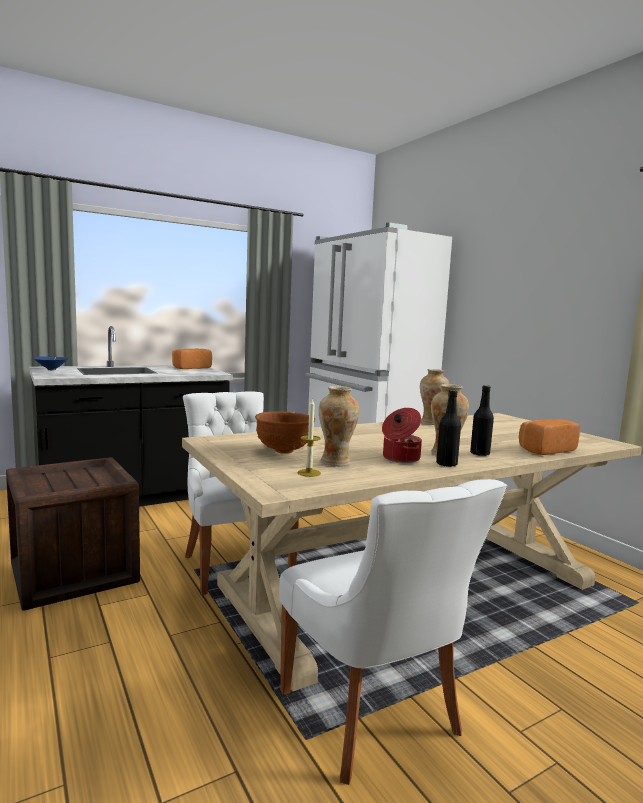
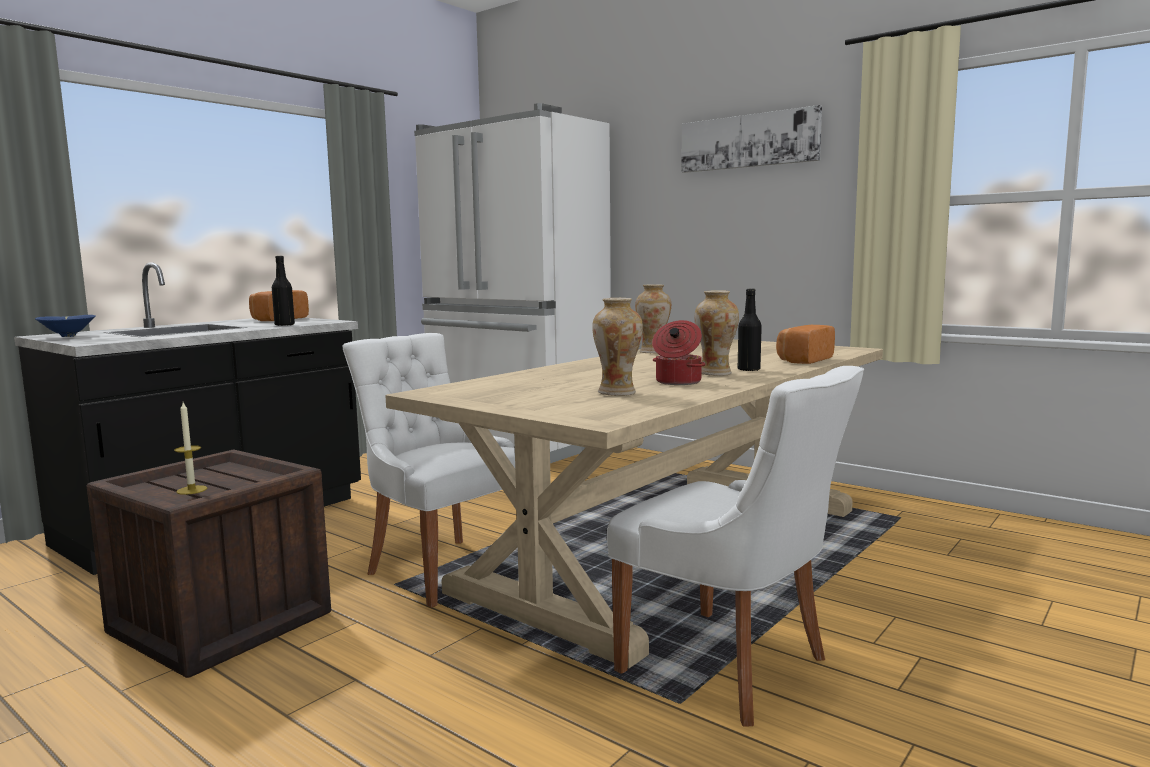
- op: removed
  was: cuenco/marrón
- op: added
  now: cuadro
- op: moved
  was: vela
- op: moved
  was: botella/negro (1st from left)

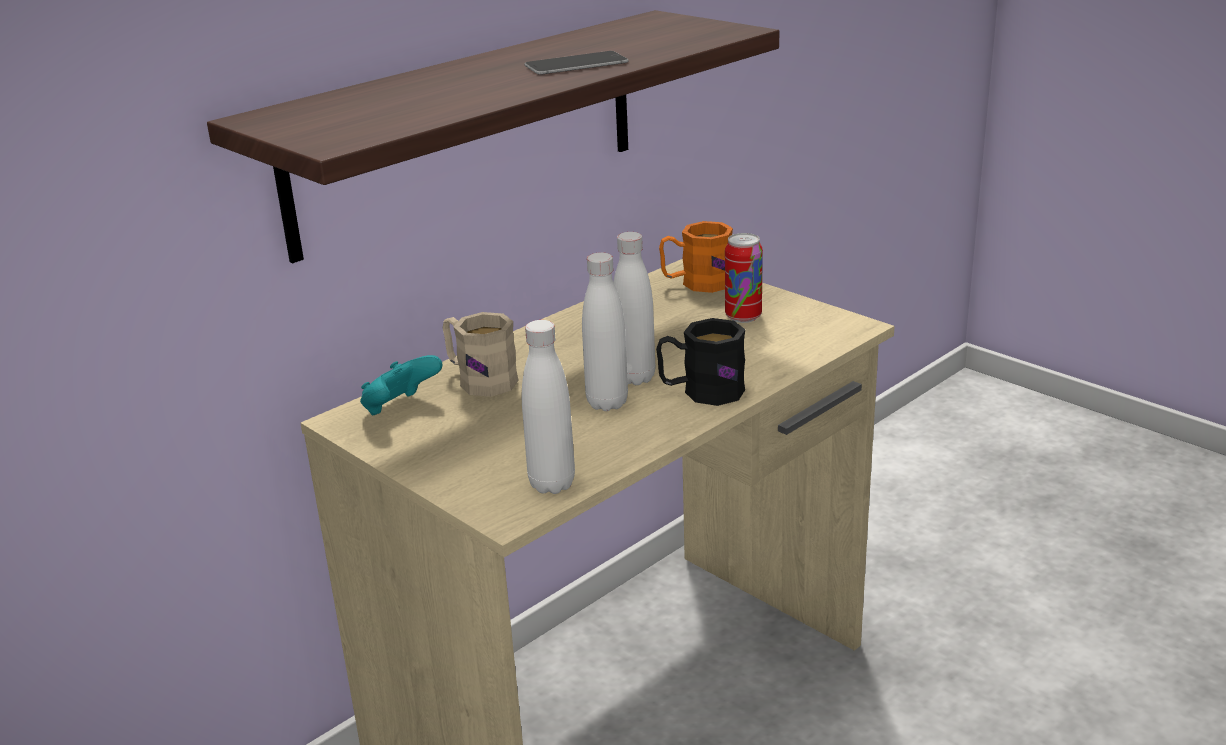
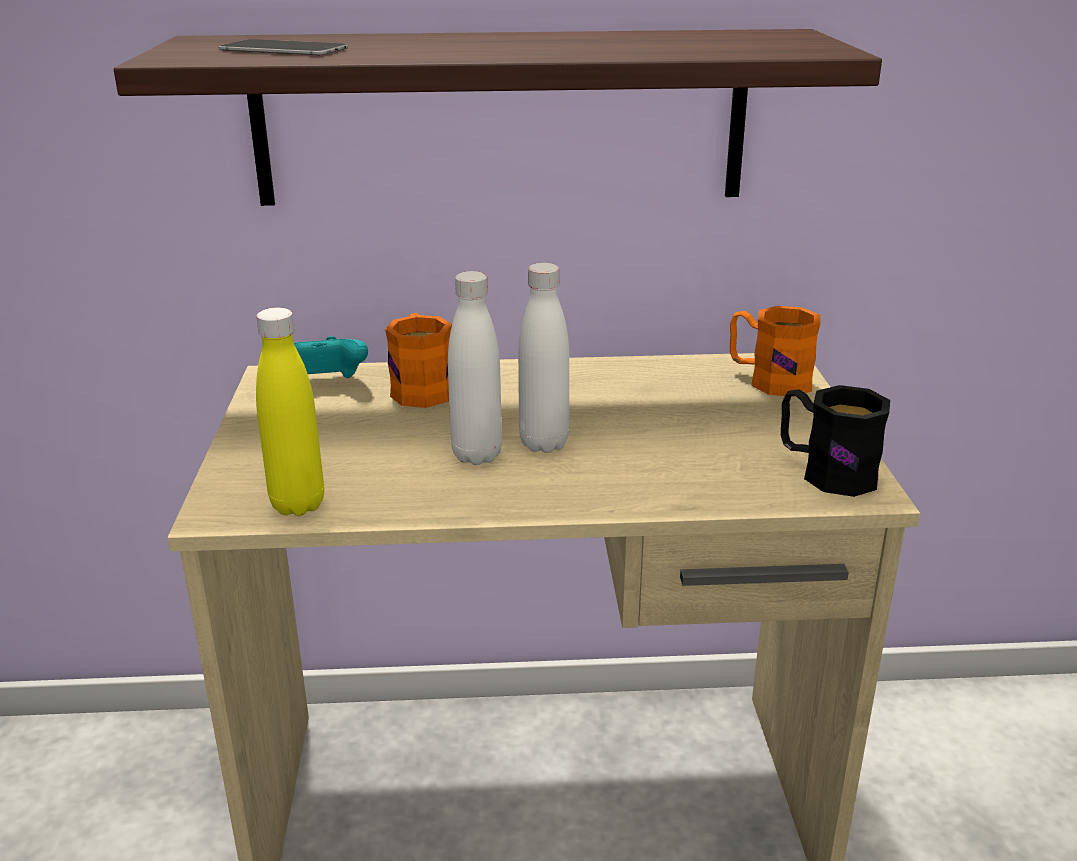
- op: removed
  was: lata
- op: moved
  was: móvil
- op: moved
  was: taza grande/negro
- op: recoloured
  was: taza grande/beis
  now: taza grande/naranja (1st from left)
- op: recoloured
  was: botella/blanco (1st from left)
  now: botella/amarillo

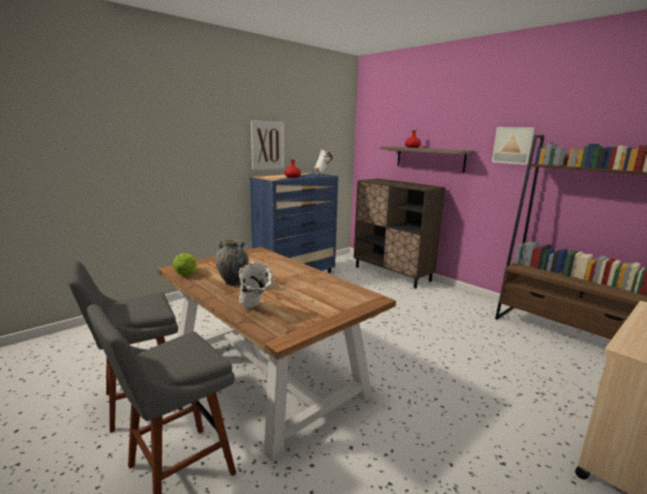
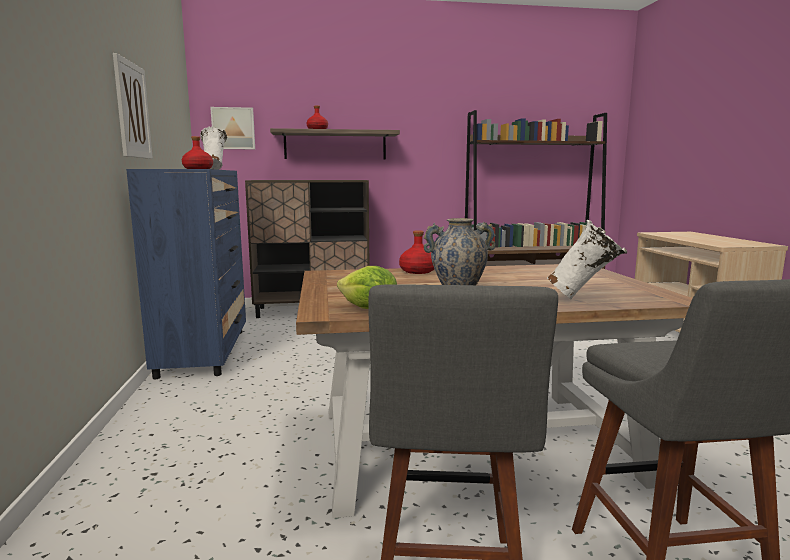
- op: added
  now: botella/rojo (3rd from left)
- op: moved
  was: cuadro (2nd from left)

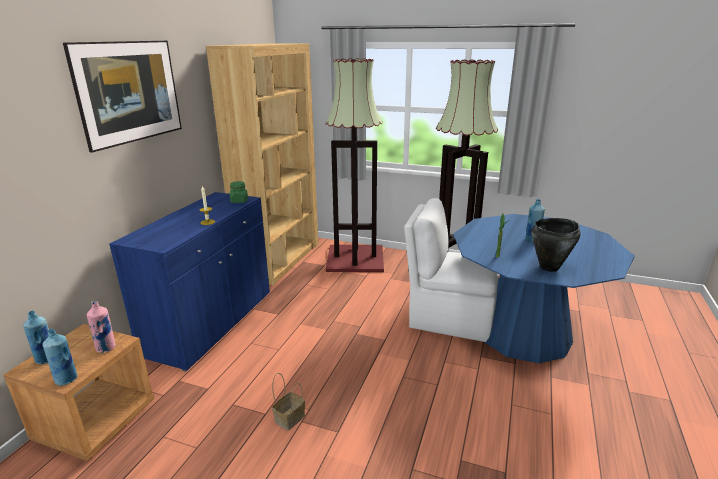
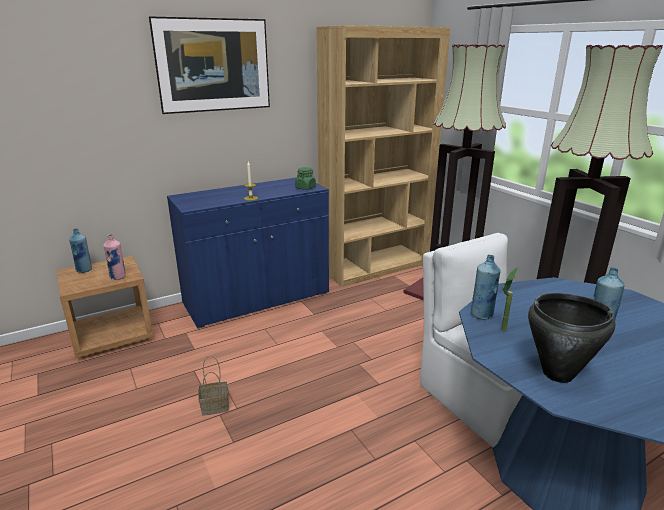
- op: moved
  was: botella/azul (2nd from left)

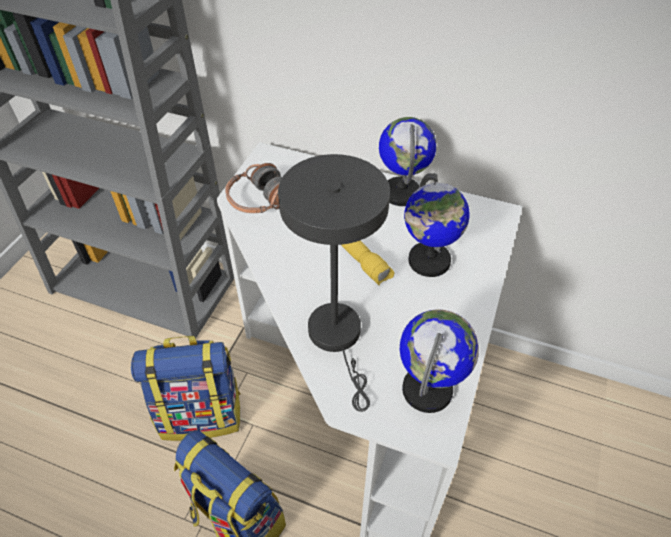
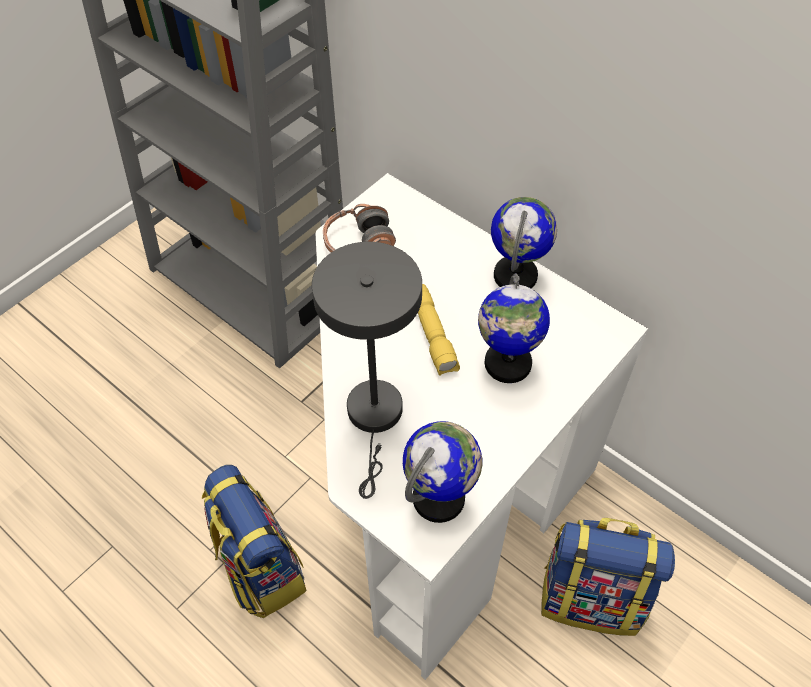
- op: moved
  was: mochila (1st from left in the first image)
  now: mochila (2nd from left)

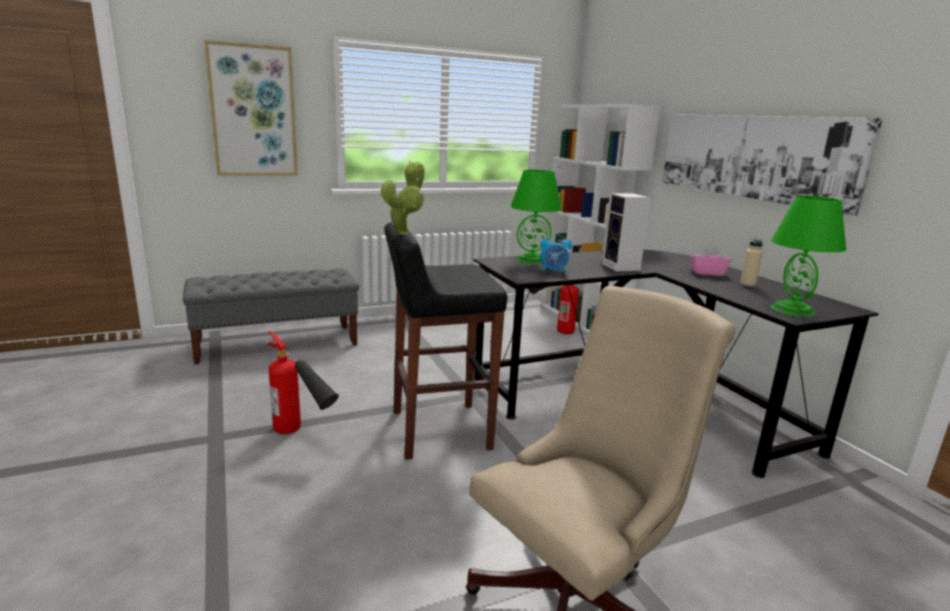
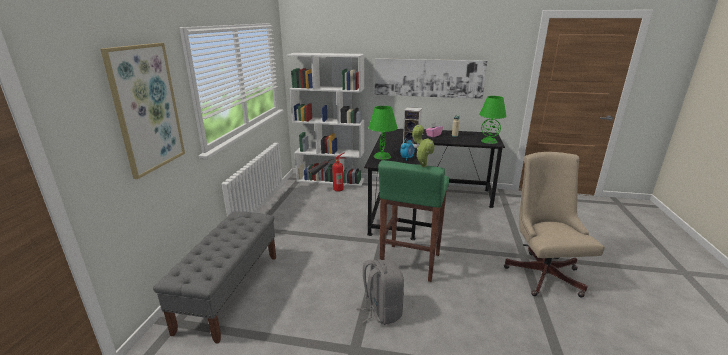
- op: replaced
  was: extintor (1st from left)
  now: mochila/gris
- op: recoloured
  was: taburete/negro
  now: taburete/verde

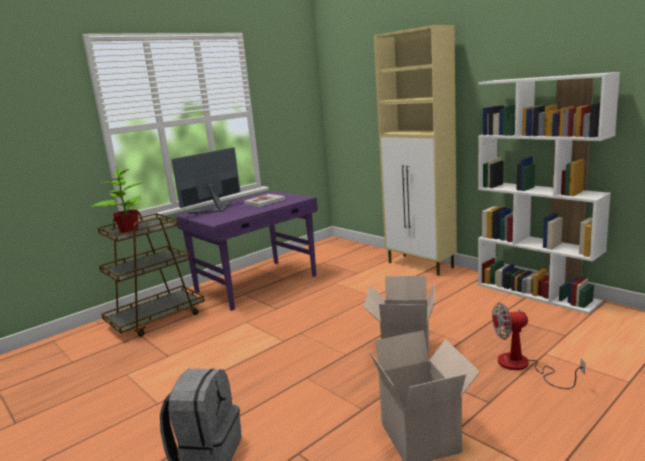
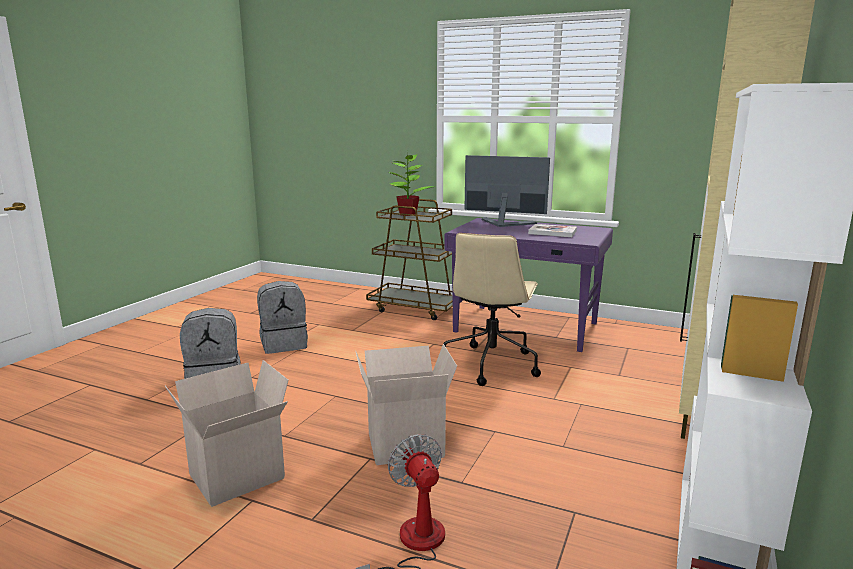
- op: added
  now: mochila/gris (2nd from left)
- op: added
  now: silla de oficina/beis

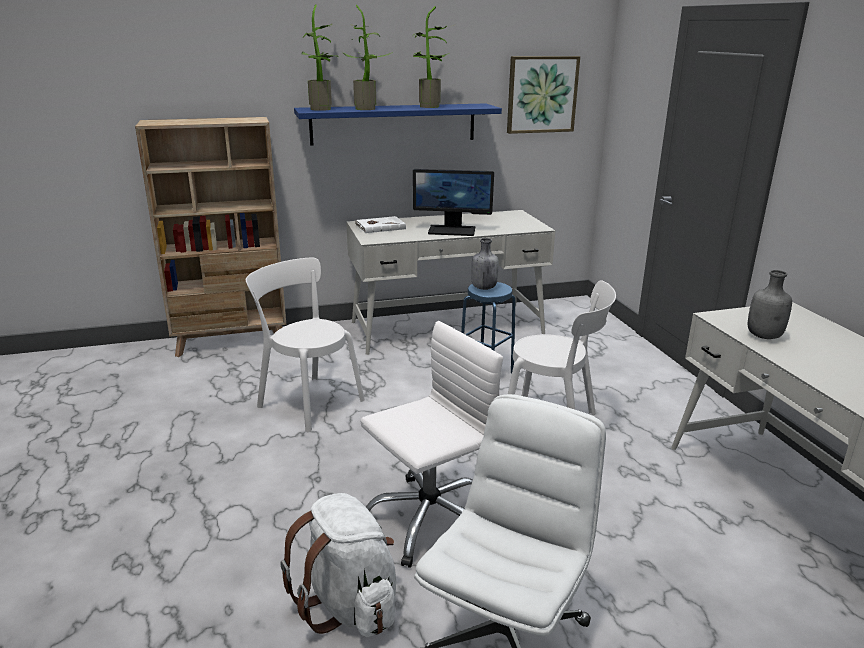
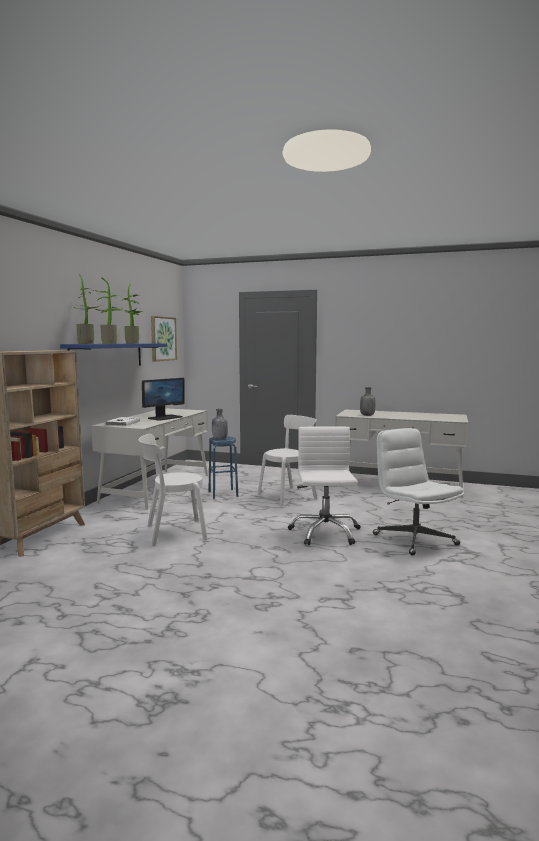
- op: removed
  was: mochila/blanco

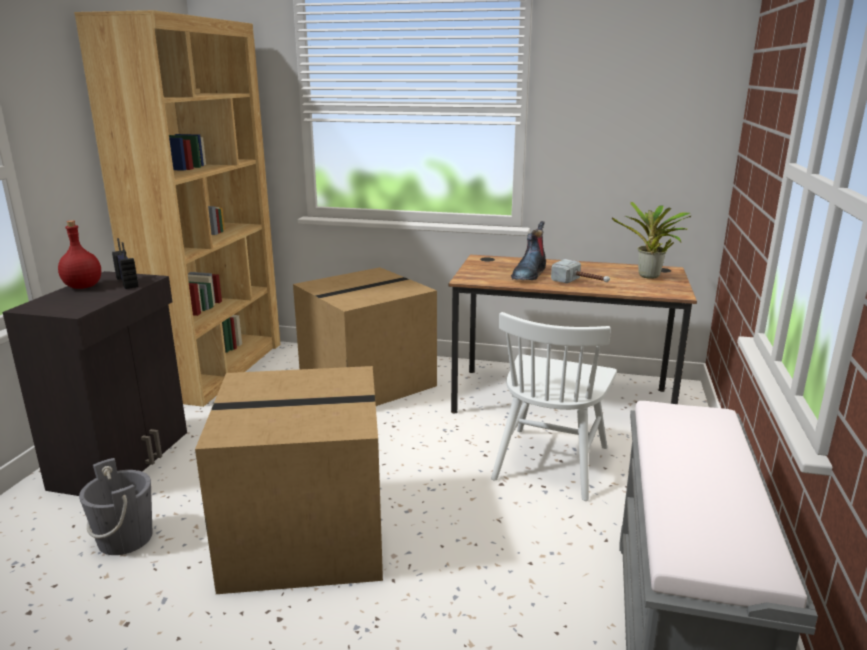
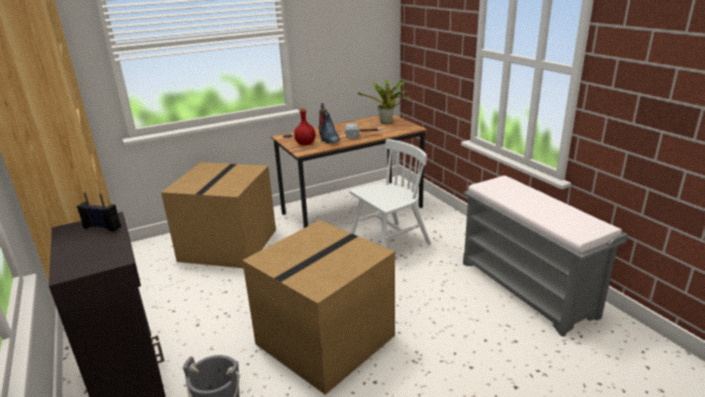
- op: moved
  was: botella/rojo
- op: turned
  was: silla/blanco
  clockwise: -105

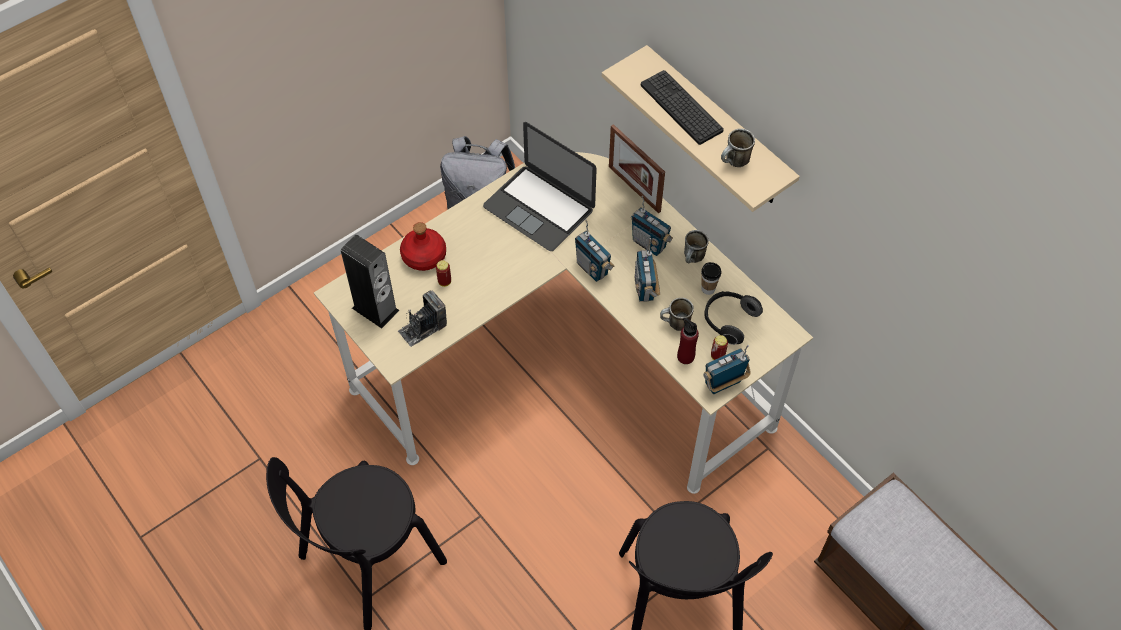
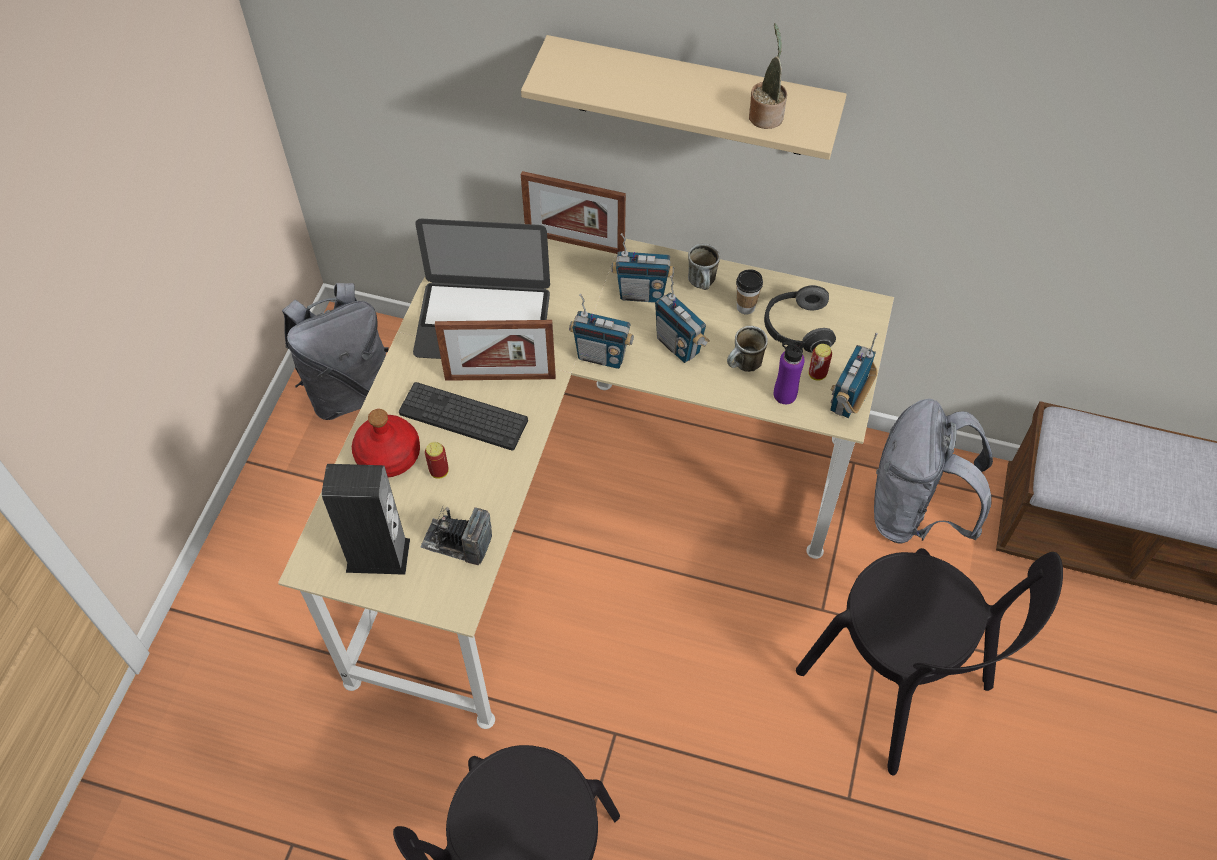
- op: added
  now: portarretratos (1st from left)
- op: added
  now: mochila/gris (2nd from left)
- op: moved
  was: teclado
- op: replaced
  was: taza grande (3rd from left)
  now: planta en maceta
- op: recoloured
  was: botella/rojo (2nd from left)
  now: botella/morado
- op: turned
  was: cámara
  clockwise: 90

